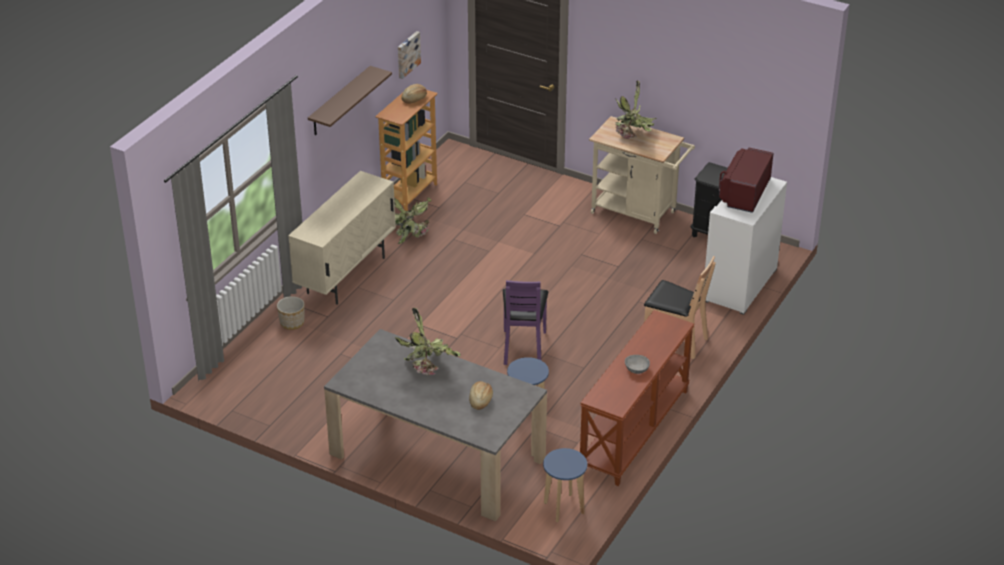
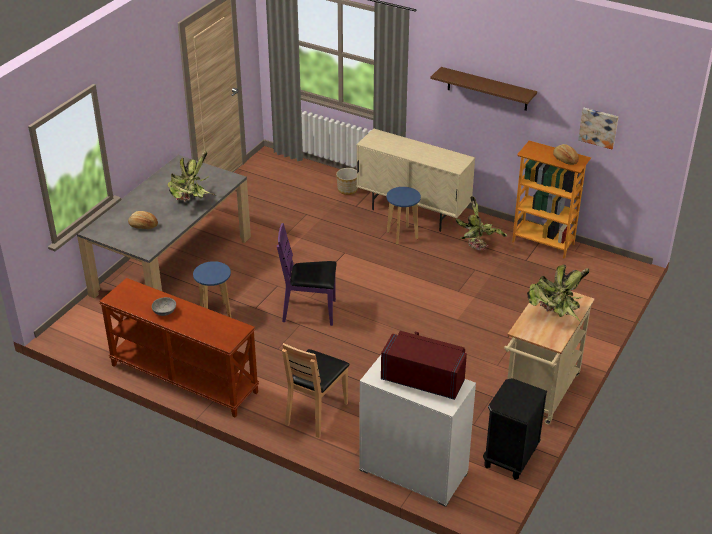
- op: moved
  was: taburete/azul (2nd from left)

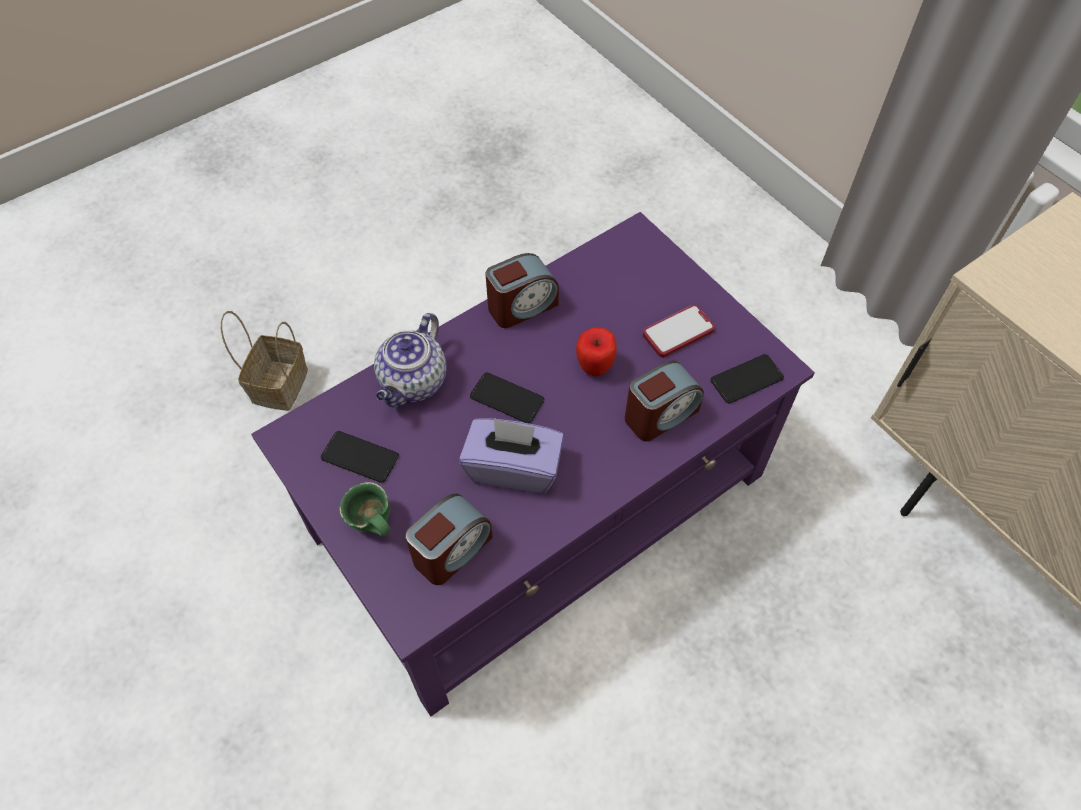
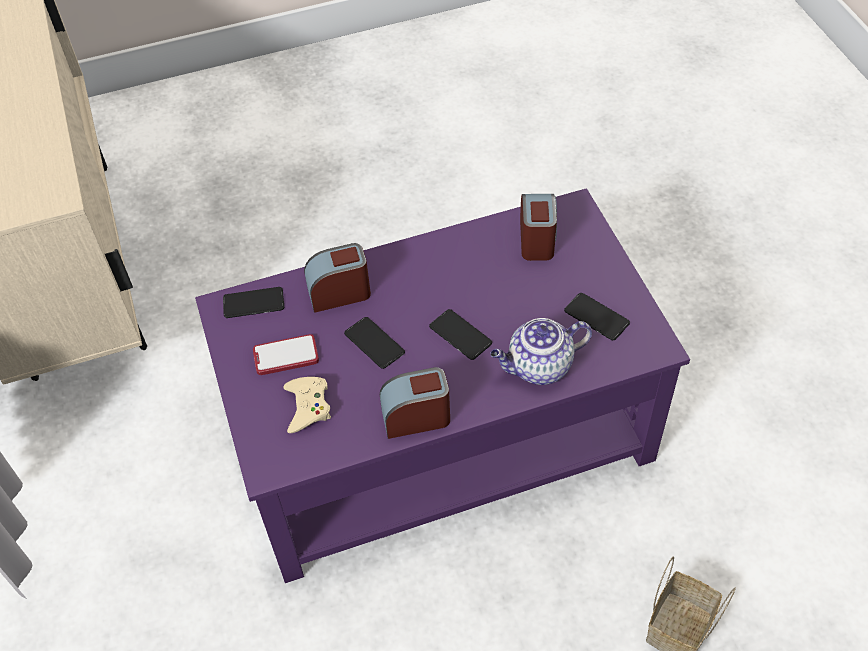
- op: removed
  was: taza grande/verde
- op: removed
  was: caja de pañuelos/morado
- op: added
  now: mando de consola/beis
- op: replaced
  was: manzana
  now: móvil (3rd from left)
- op: turned
  was: tetera
  clockwise: -150
- op: turned
  was: despertador (1st from left in the first image)
  clockwise: 120

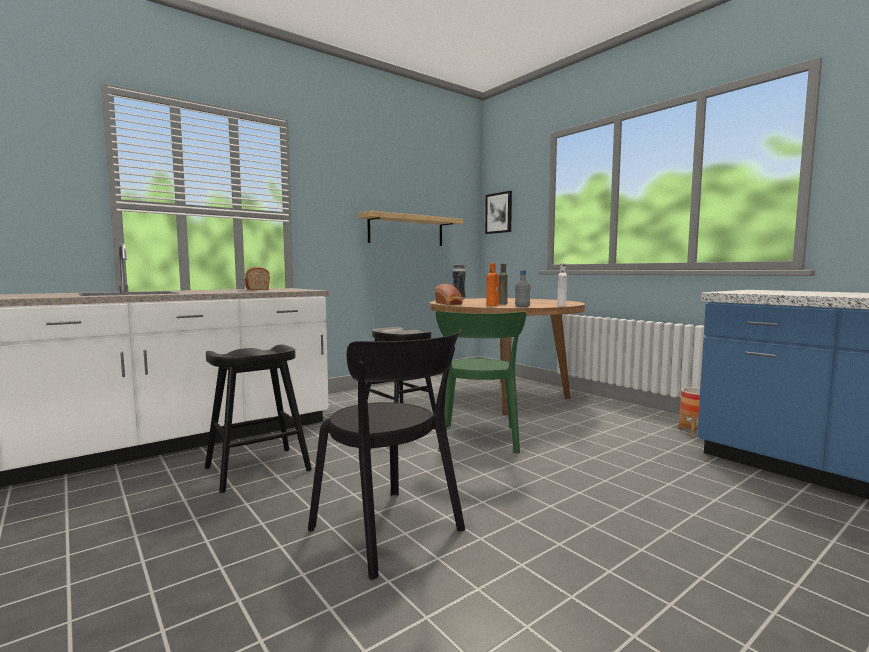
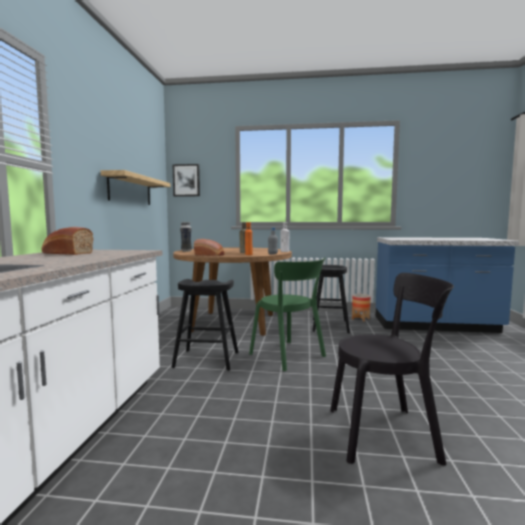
- op: moved
  was: taburete/negro (1st from left in the first image)
  now: taburete/negro (2nd from left)

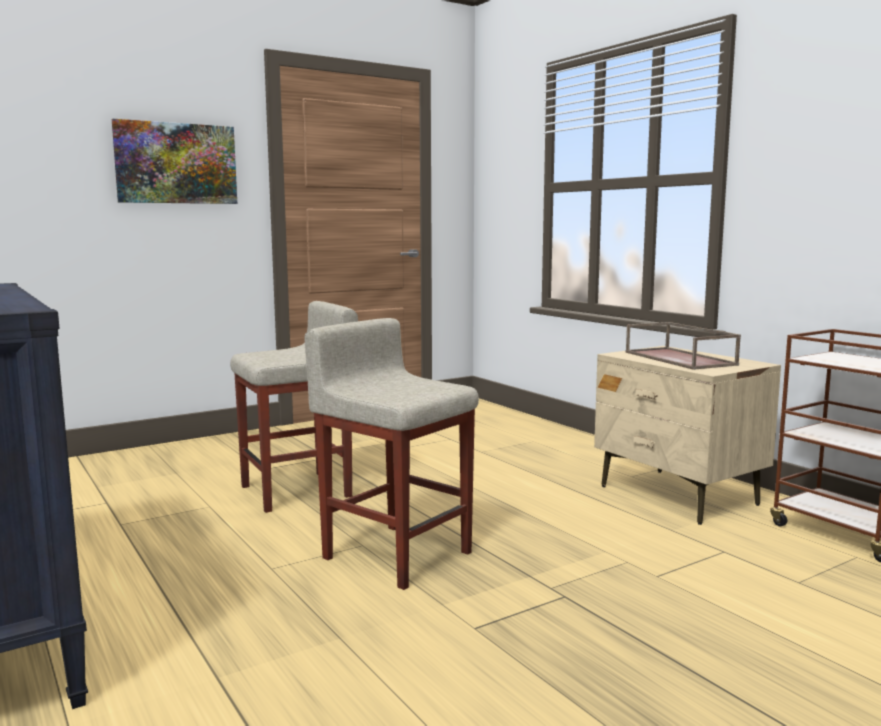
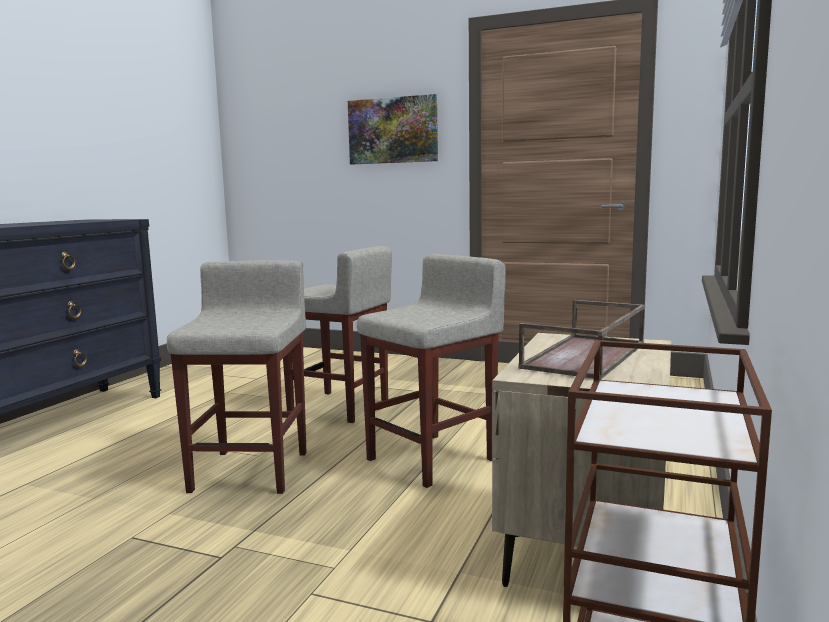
- op: added
  now: taburete/beis (3rd from left)

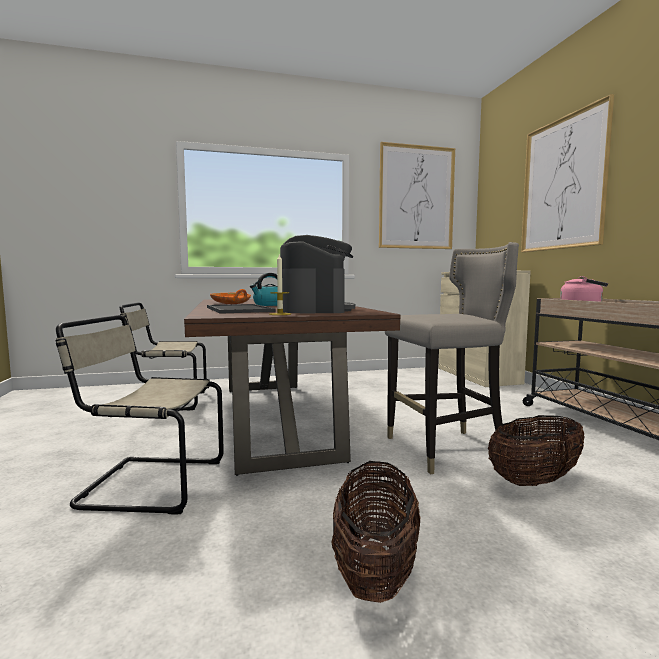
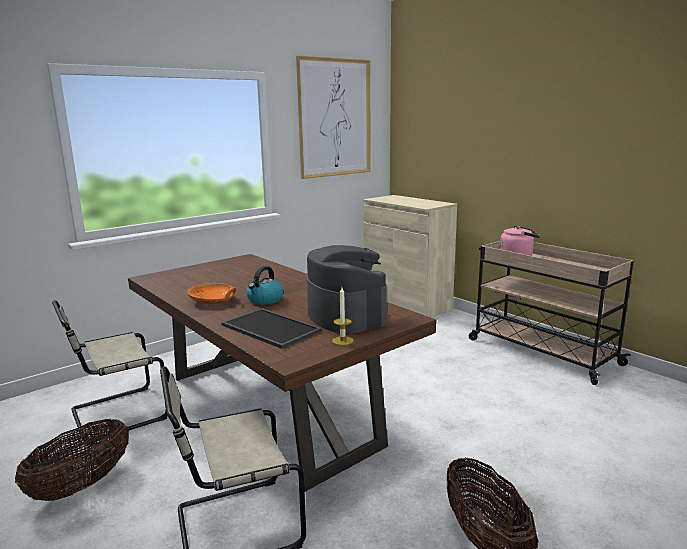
- op: removed
  was: taburete/gris
- op: removed
  was: cuadro (2nd from left)
- op: moved
  was: cesta (2nd from left in the first image)
  now: cesta (1st from left)

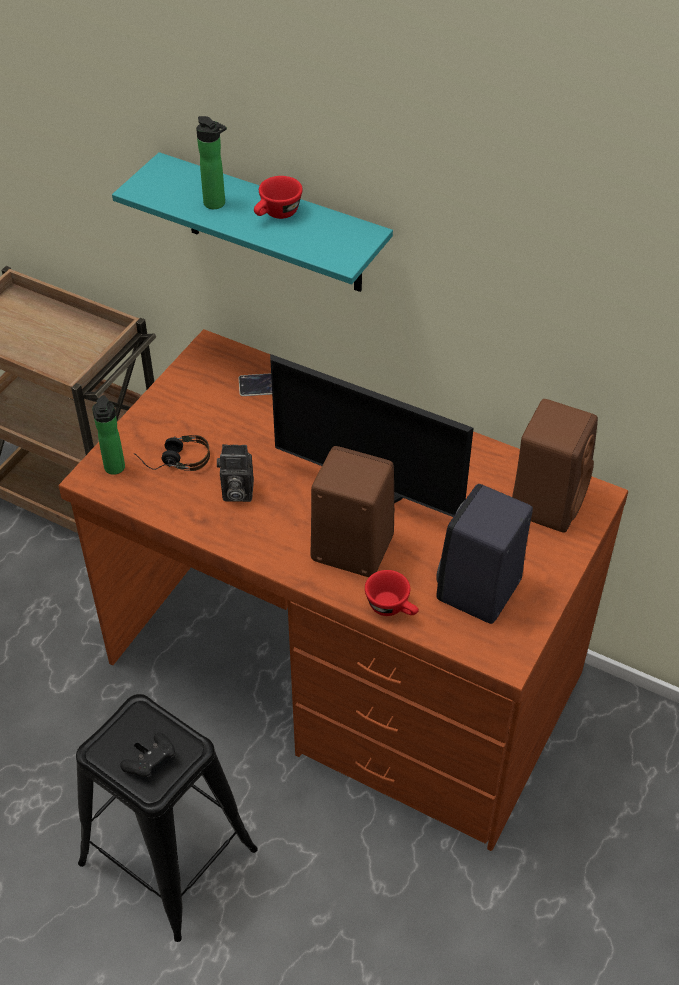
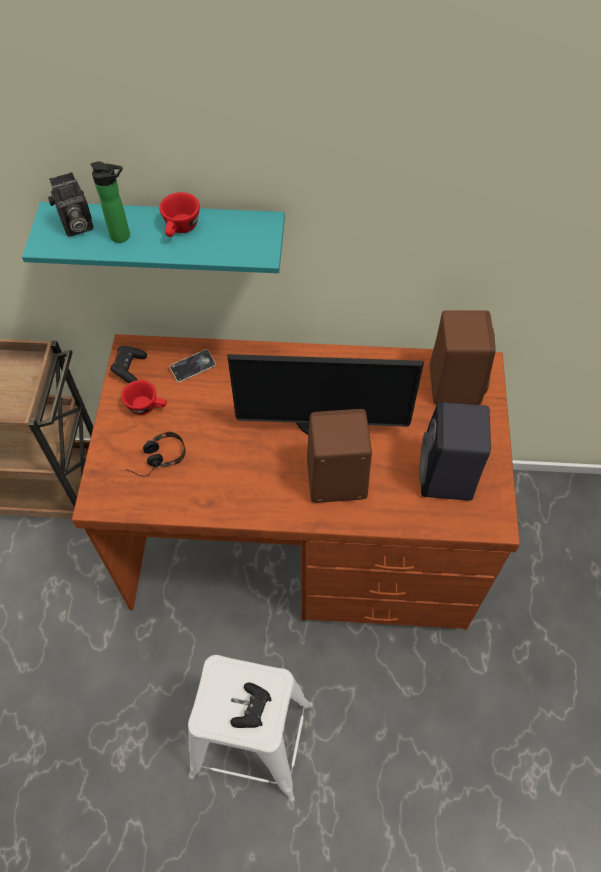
- op: removed
  was: botella (1st from left)
- op: added
  now: mando de consola/negro (1st from left)
- op: moved
  was: cámara
- op: moved
  was: taza/rojo (2nd from left in the first image)
  now: taza/rojo (1st from left)
- op: recoloured
  was: taburete/negro
  now: taburete/blanco

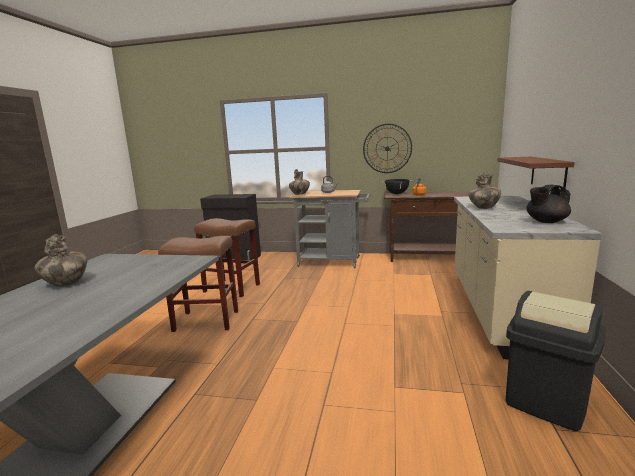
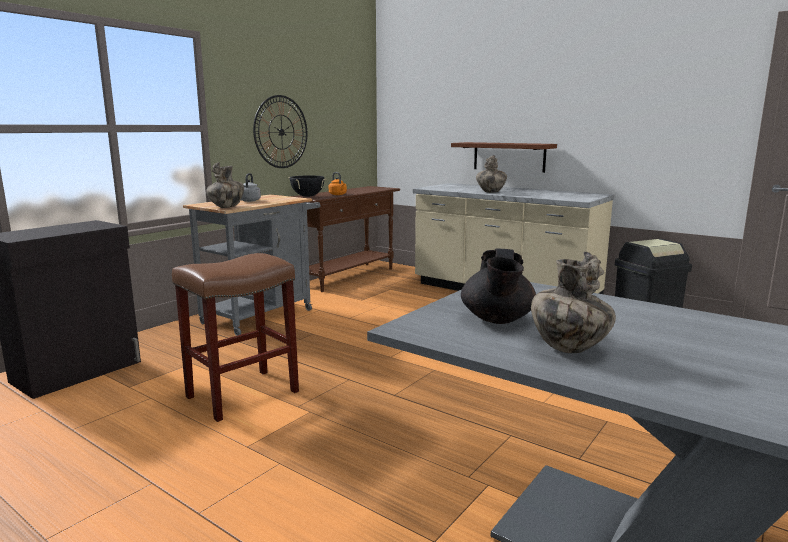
- op: removed
  was: taburete/marrón (1st from left)
- op: moved
  was: tetera/negro

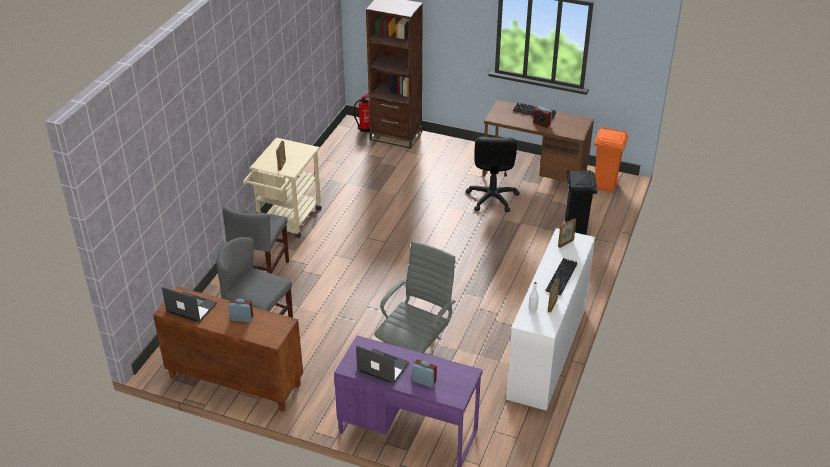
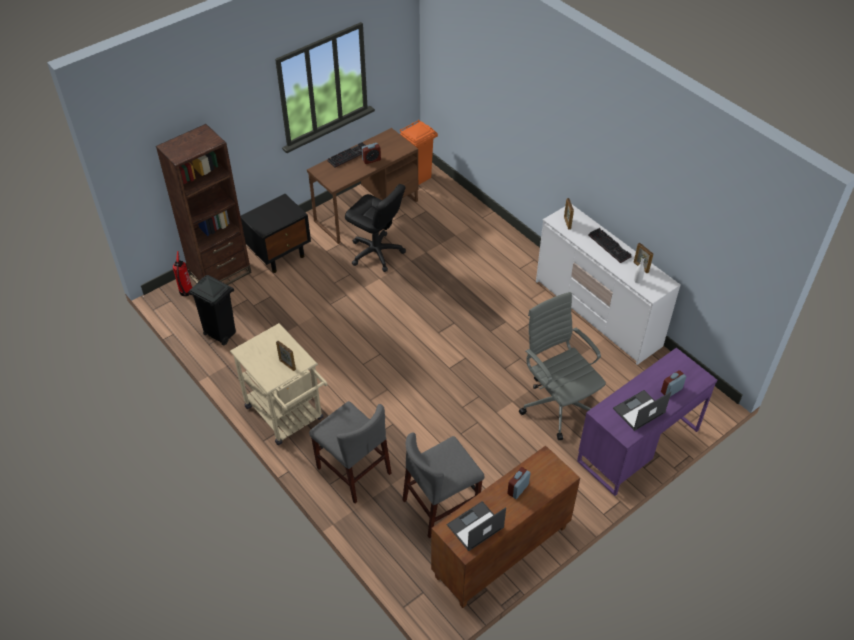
- op: added
  now: mesita de noche/negro
- op: moved
  was: papelera/negro

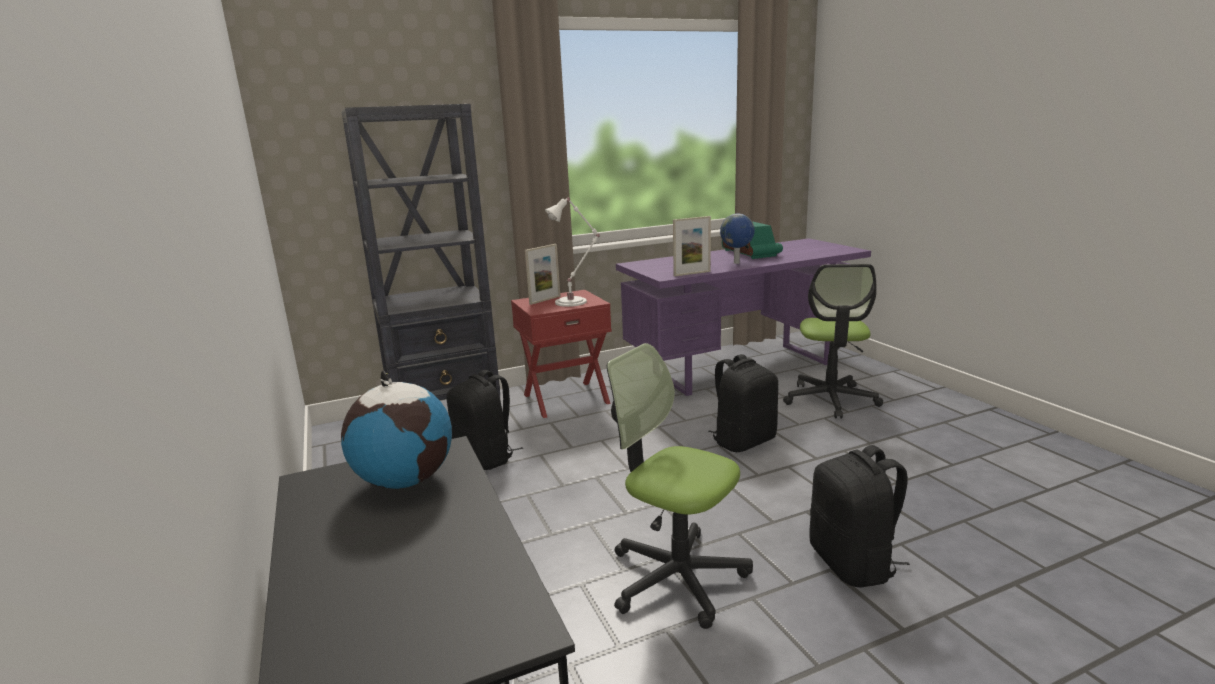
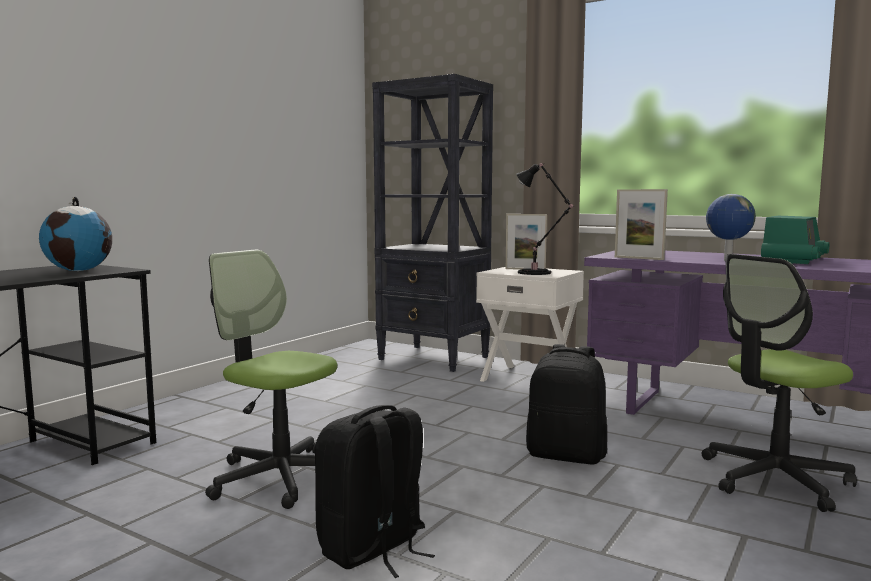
- op: removed
  was: mochila/negro (1st from left)
- op: recoloured
  was: mesita de noche/rojo
  now: mesita de noche/blanco
- op: recoloured
  was: lámpara de mesa/blanco
  now: lámpara de mesa/negro
- op: turned
  was: silla de oficina (1st from left)
  clockwise: -60

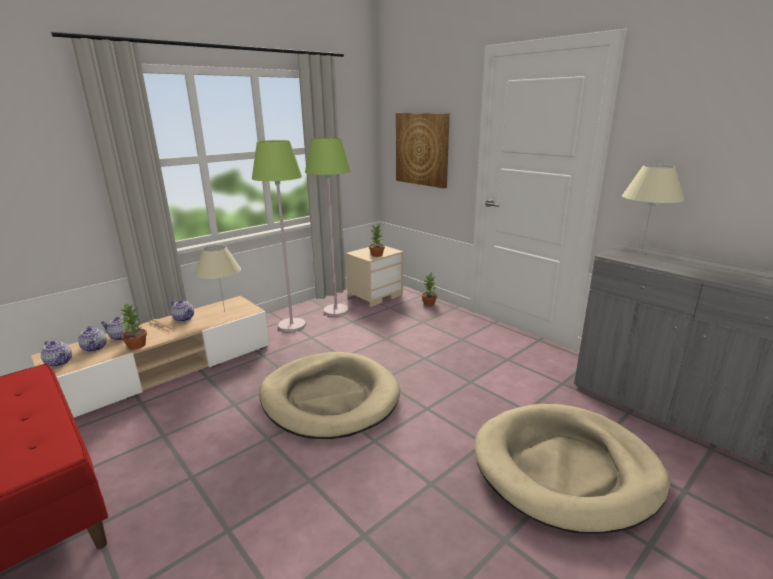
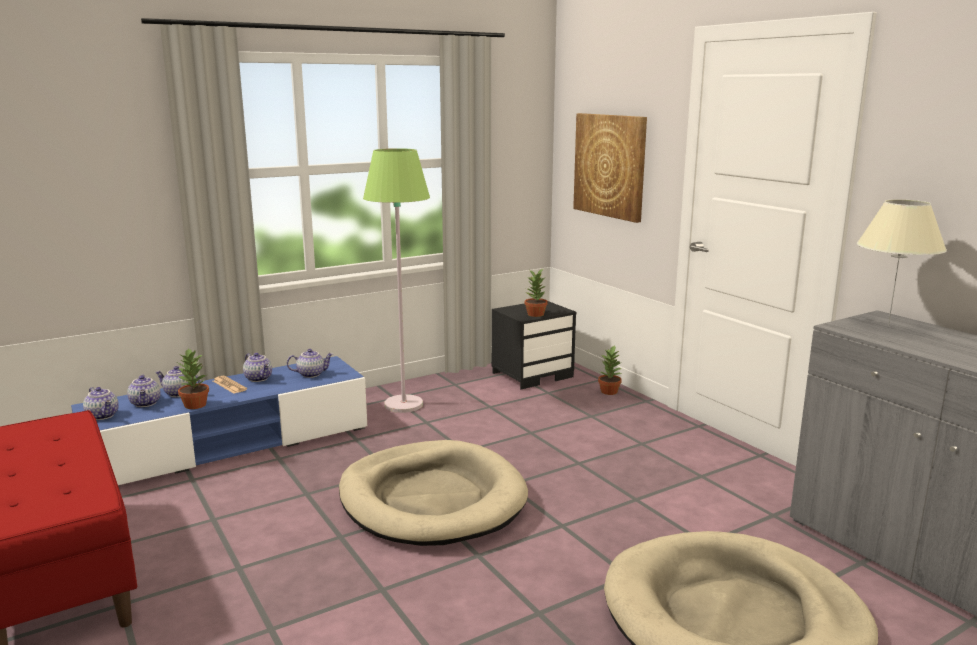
- op: removed
  was: lámpara de pie/verde (2nd from left)
- op: replaced
  was: lámpara de mesa/beis (1st from left)
  now: tetera (5th from left)
- op: recoloured
  was: mueble de televisión/beis
  now: mueble de televisión/azul
- op: recoloured
  was: mesita de noche/beis
  now: mesita de noche/negro

